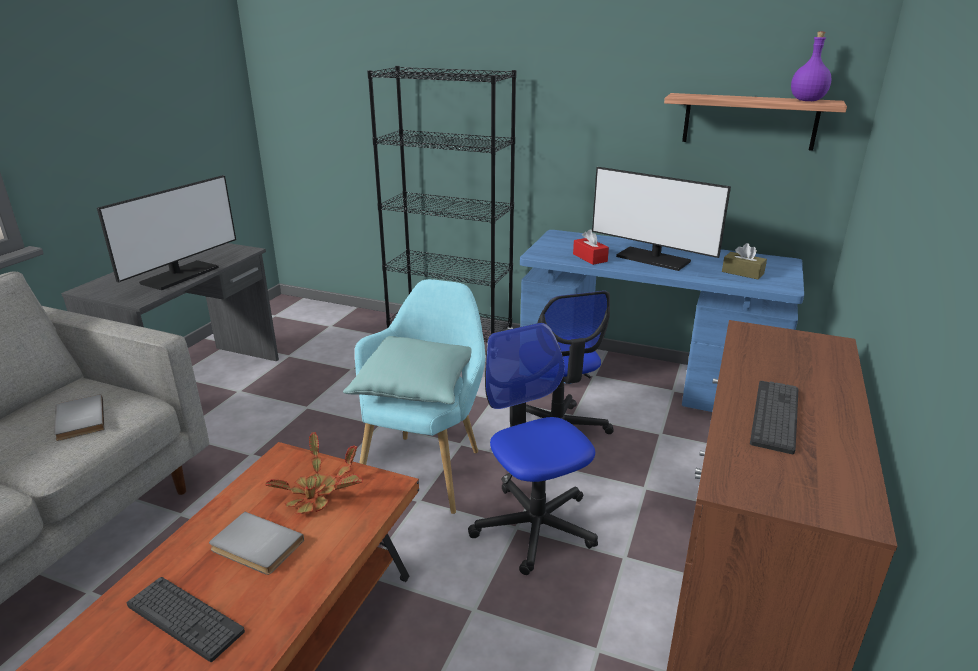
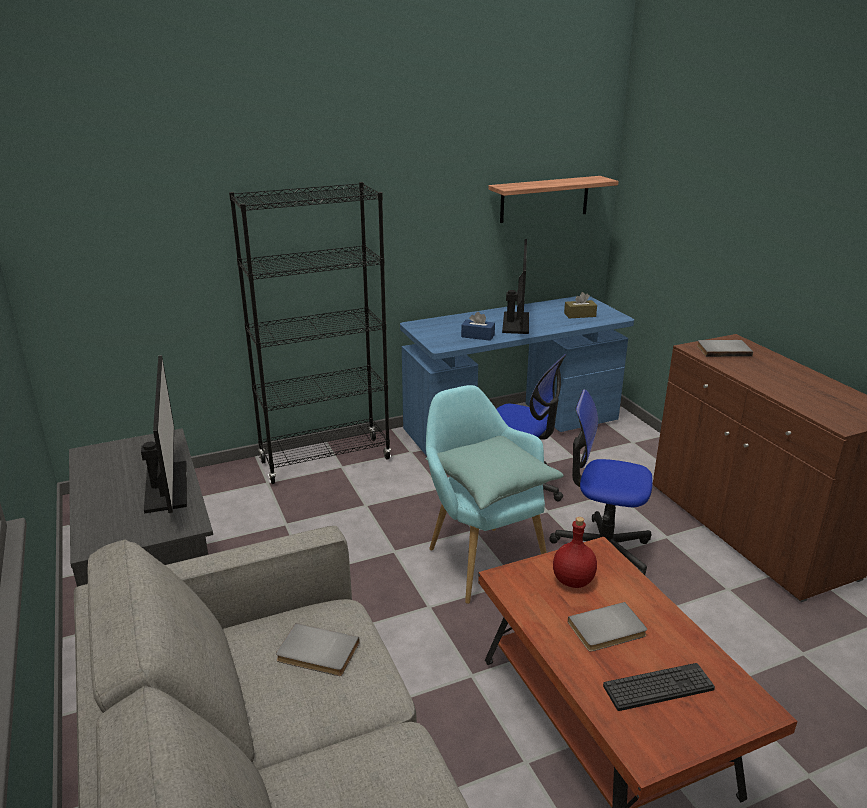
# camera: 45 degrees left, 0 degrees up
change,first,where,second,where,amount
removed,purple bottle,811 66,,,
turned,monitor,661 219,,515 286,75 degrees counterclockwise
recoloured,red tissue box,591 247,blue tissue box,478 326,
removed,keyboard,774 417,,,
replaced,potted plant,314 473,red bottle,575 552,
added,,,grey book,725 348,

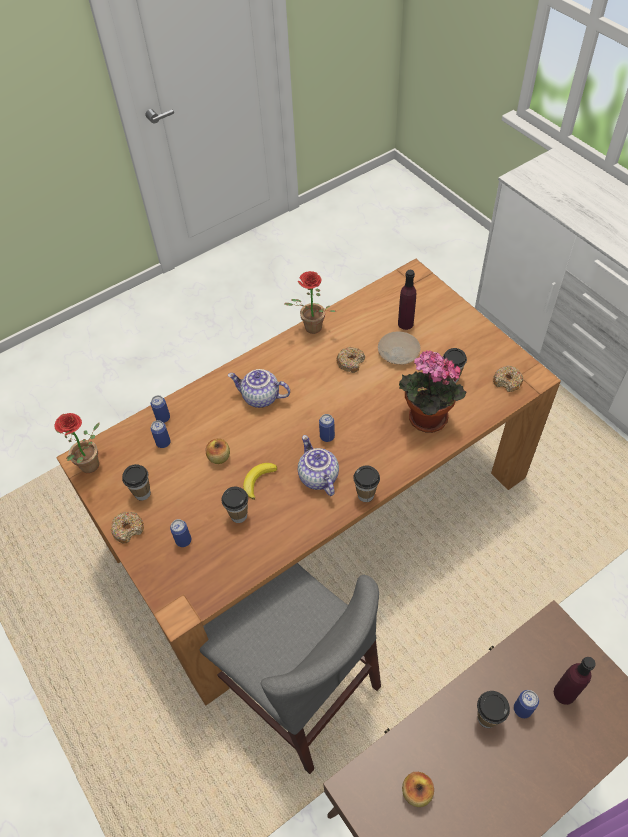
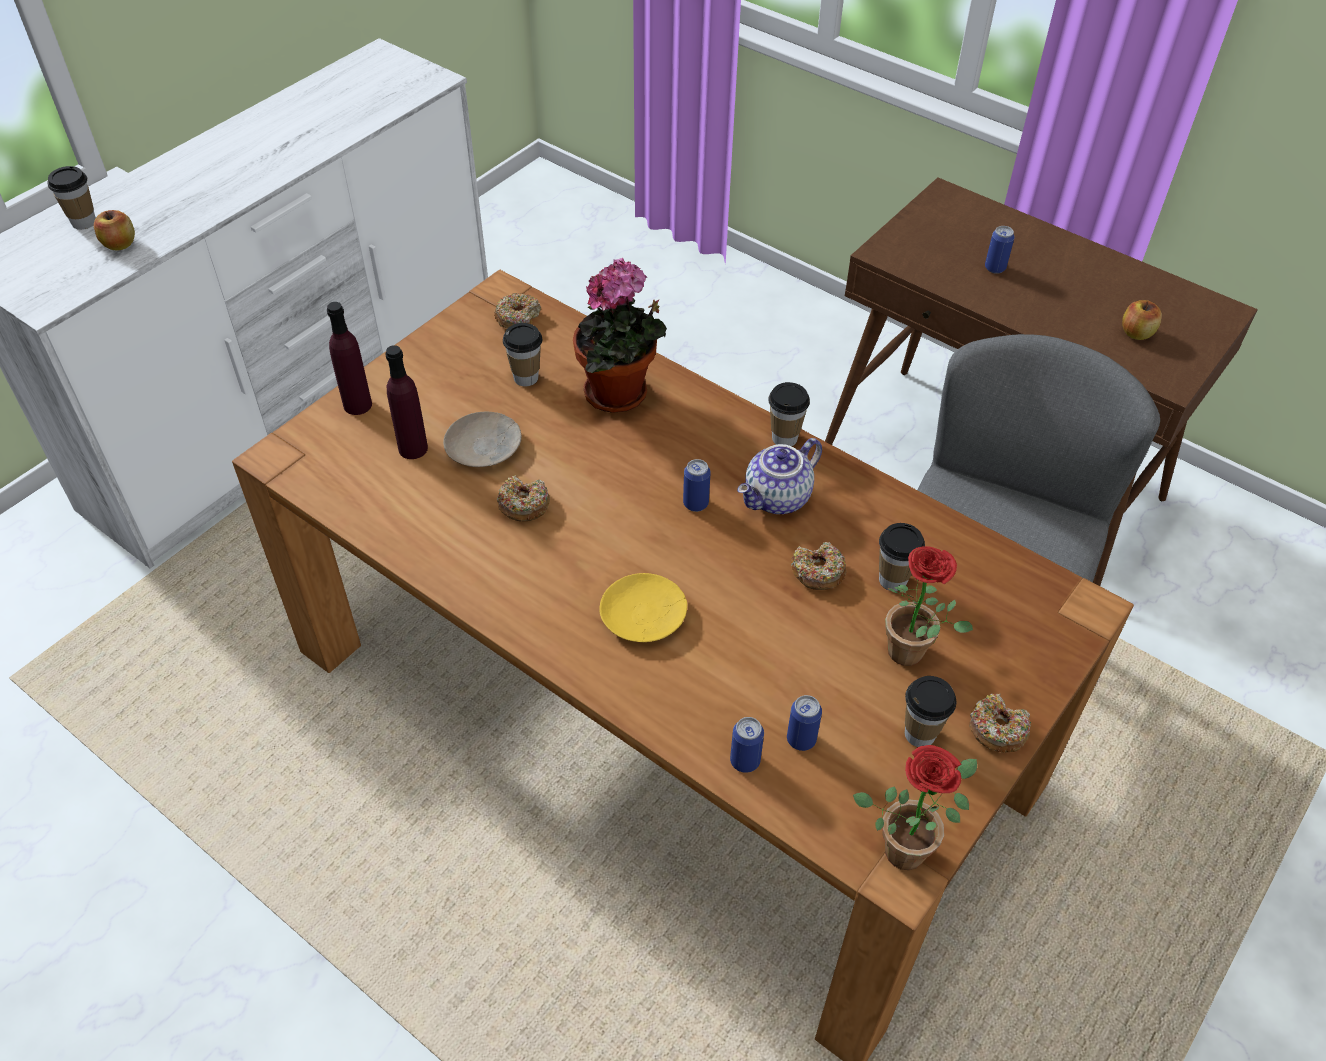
# camera: 110 degrees left, 5 degrees down
change,first,where,second,where,amount
moved,potted plant,310 302,,929 606,
replaced,teapot,259 388,yellow plate,643 607,
moved,apple,217 451,,114 230,
replaced,banana,260 481,donut,818 566,
removed,can,180 533,,,
moved,purple bottle,575 681,,349 358,
moved,cup,493 709,,72 198,

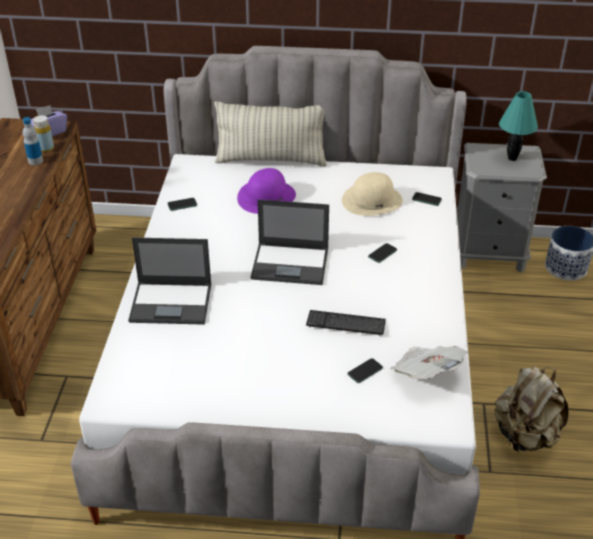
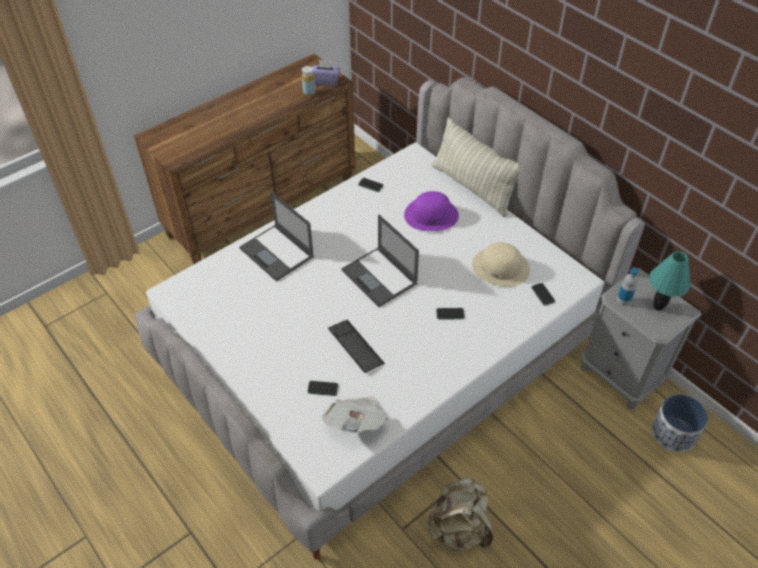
# camera: 45 degrees right, 10 degrees up
change,first,where,second,where,amount
moved,bottle,33 141,,627 286,

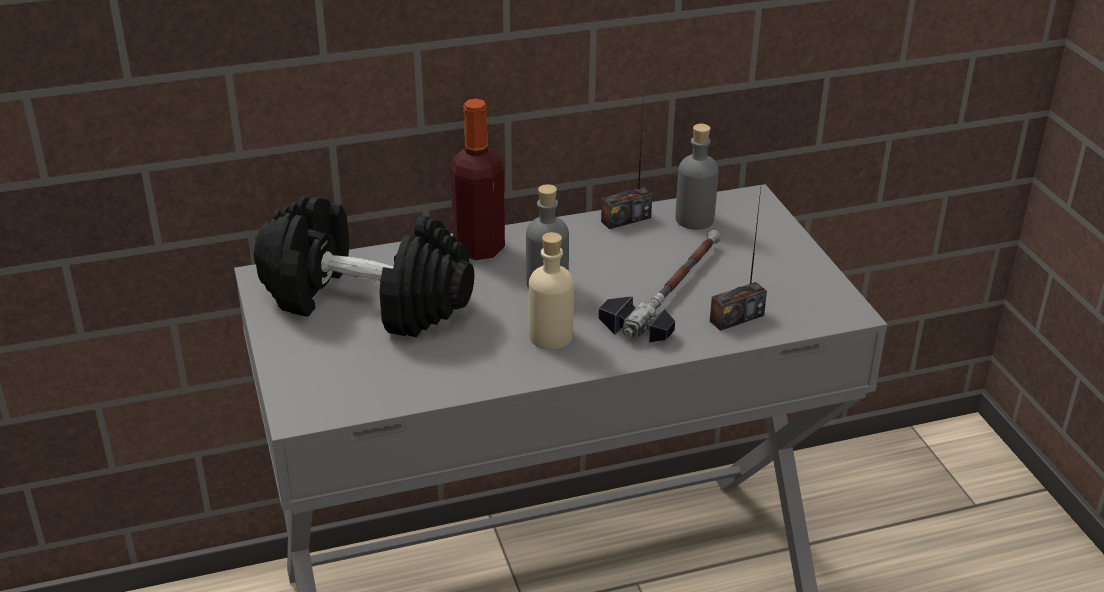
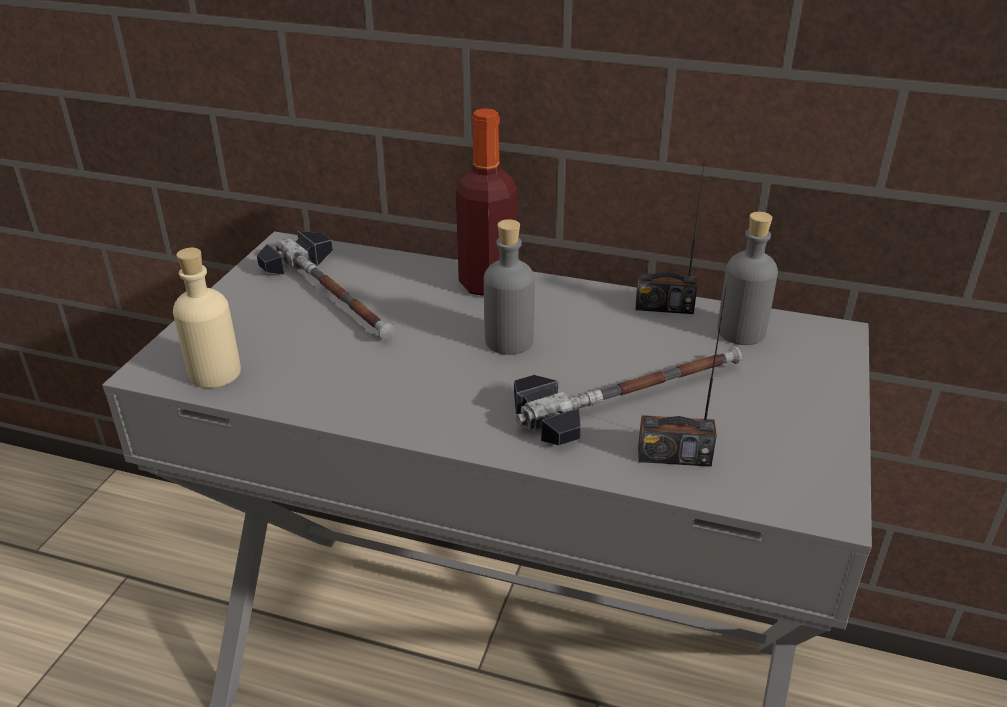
# camera: 35 degrees right, 0 degrees up
change,first,where,second,where,amount
replaced,black dumbbell,364 266,hammer,325 285,
moved,beige bottle,551 291,,207 318,

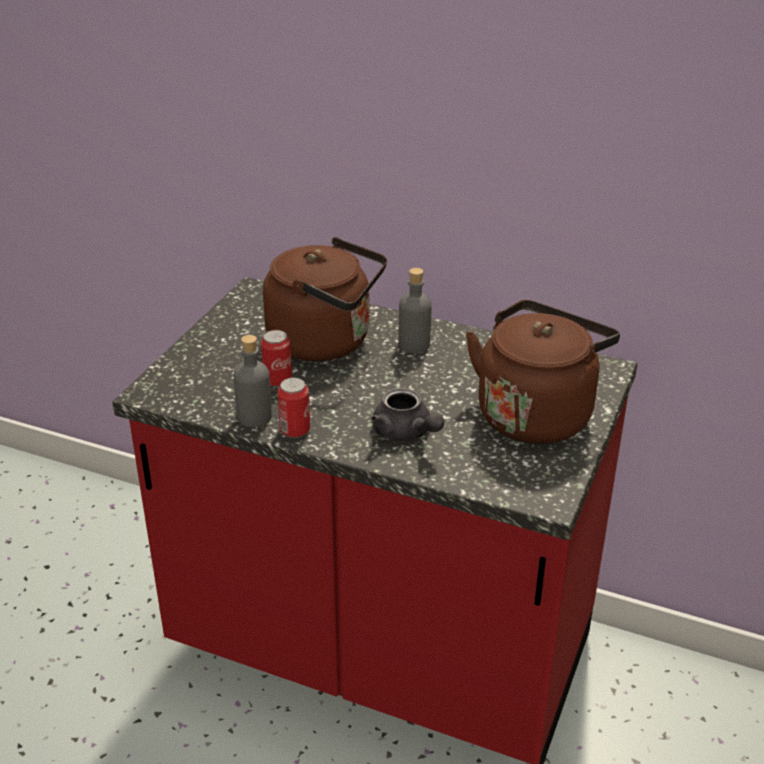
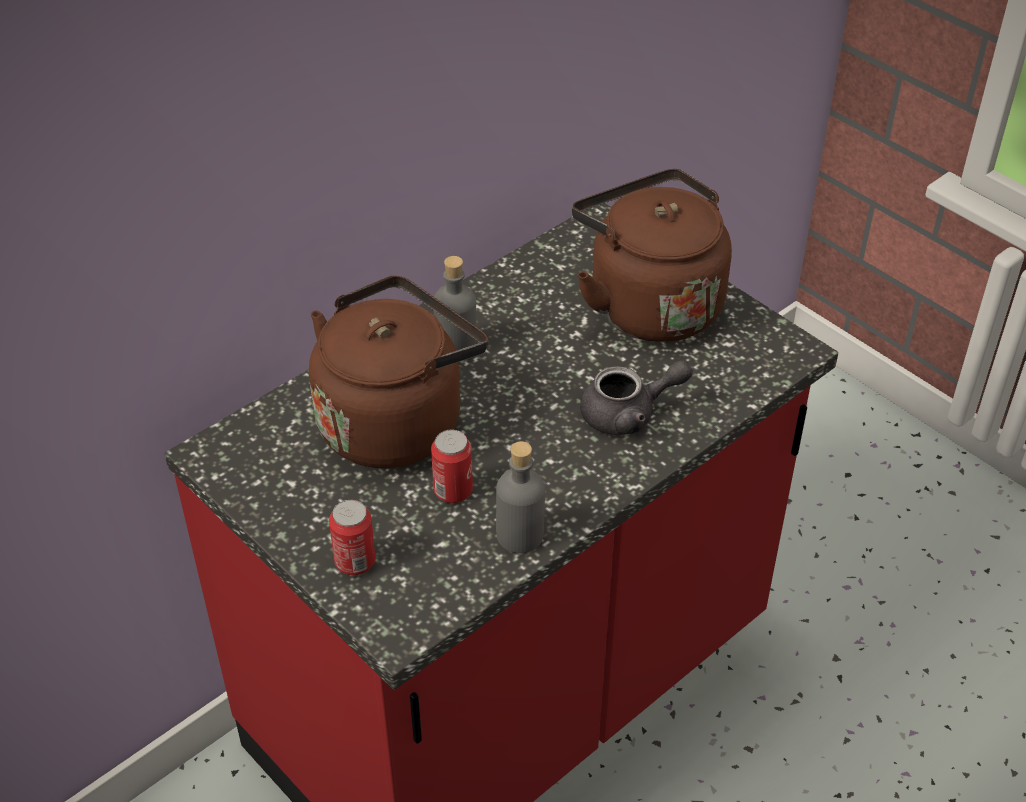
# camera: 65 degrees left, 10 degrees up
change,first,where,second,where,amount
moved,can,294 407,,352 537,

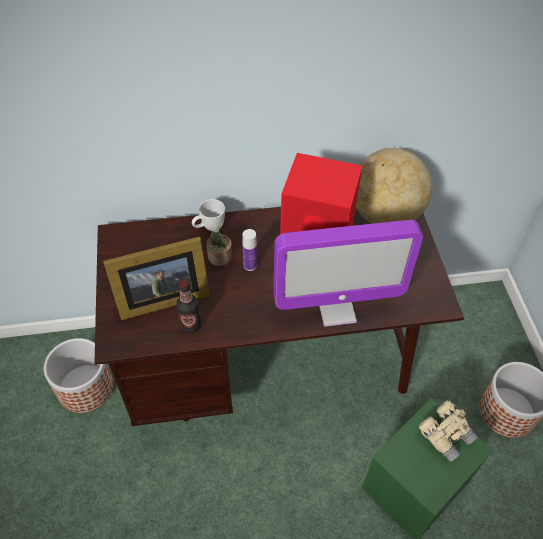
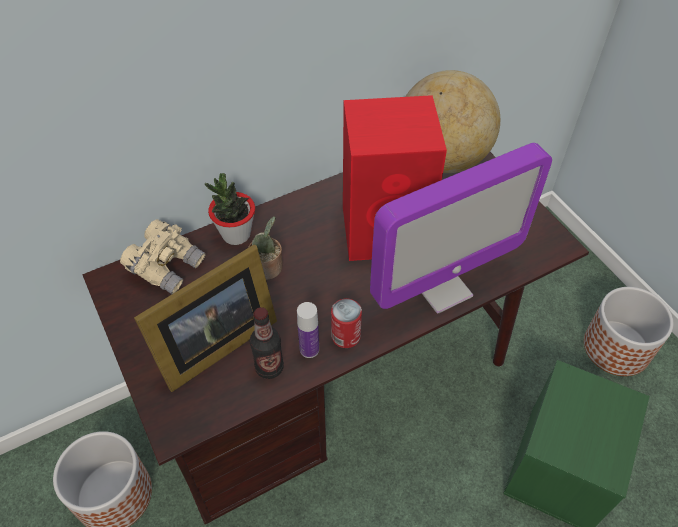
# camera: 20 degrees left, 0 degrees up
change,first,where,second,where,amount
replaced,white mug,208 215,potted plant,230 209,
moved,bottle,250 250,,308 330,
moved,beige binoculars,448 431,,163 256,
added,,,can,346 323,

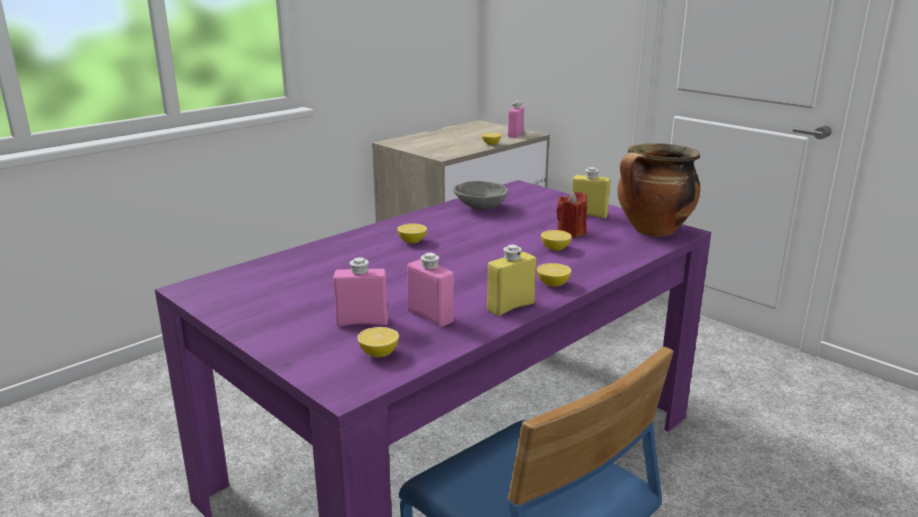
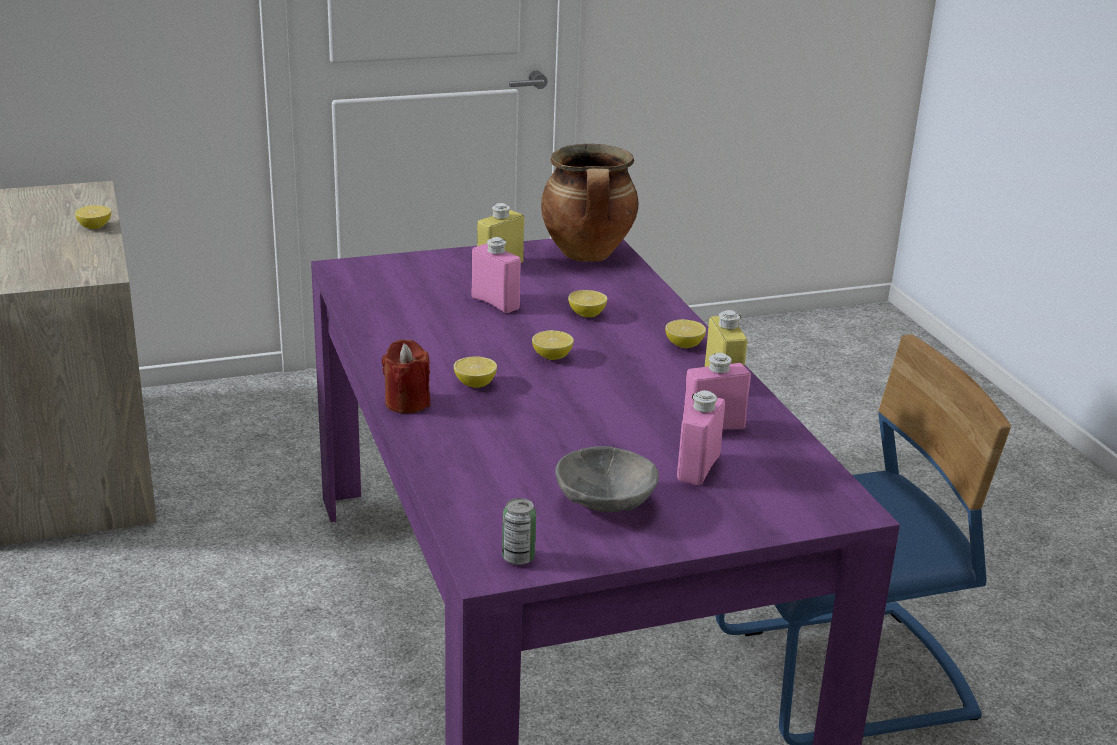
# camera: 65 degrees left, 5 degrees up
change,first,where,second,where,amount
moved,pink bottle,516 119,,496 275,
moved,grey bowl,481 195,,607 479,
moved,red candle,571 214,,406 376,
moved,lemon,378 342,,553 345,
added,,,can,519 531,

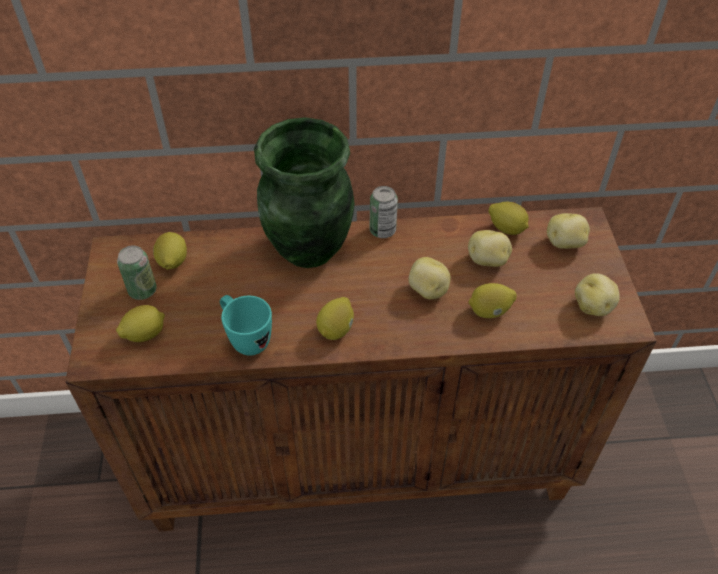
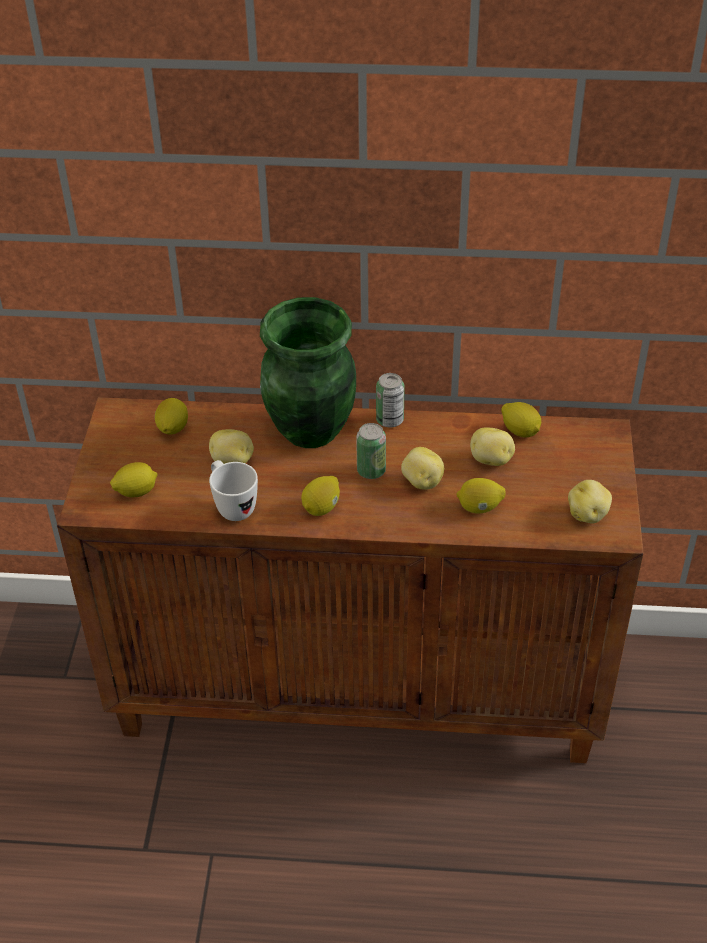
# camera: 10 degrees right, 5 degrees down
change,first,where,second,where,amount
moved,potato,568 231,,231 446,
moved,can,137 272,,371 451,
recoloured,turquoise mug,246 325,white mug,233 490,

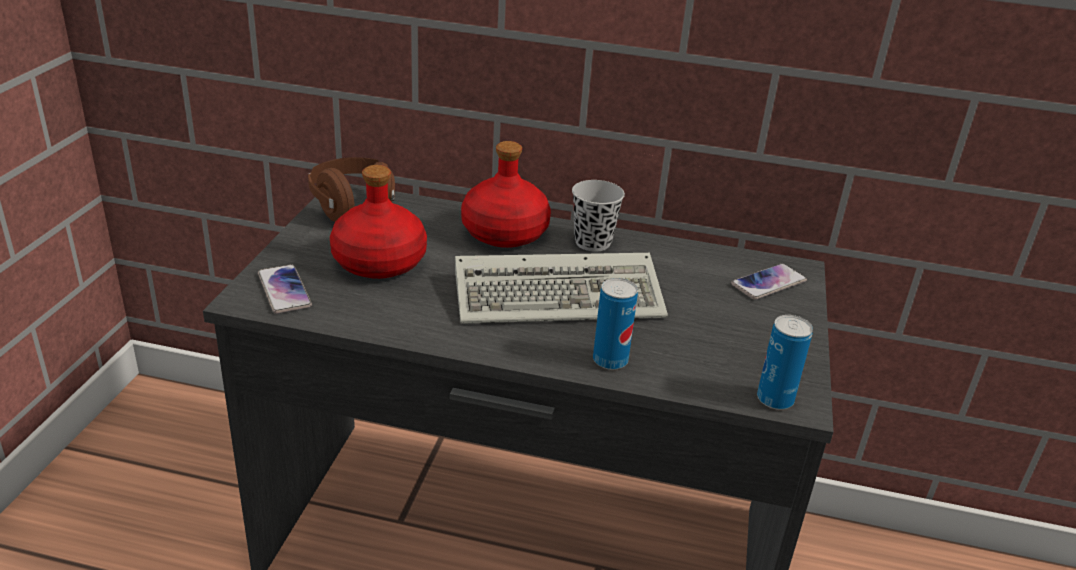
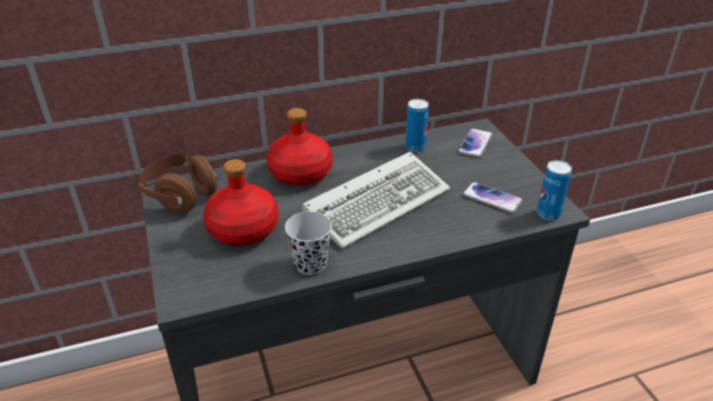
# camera: 30 degrees left, 5 degrees up
change,first,where,second,where,amount
moved,black cup,598 216,,308 243,
moved,phone,285 289,,493 197,
moved,can,615 324,,417 125,

